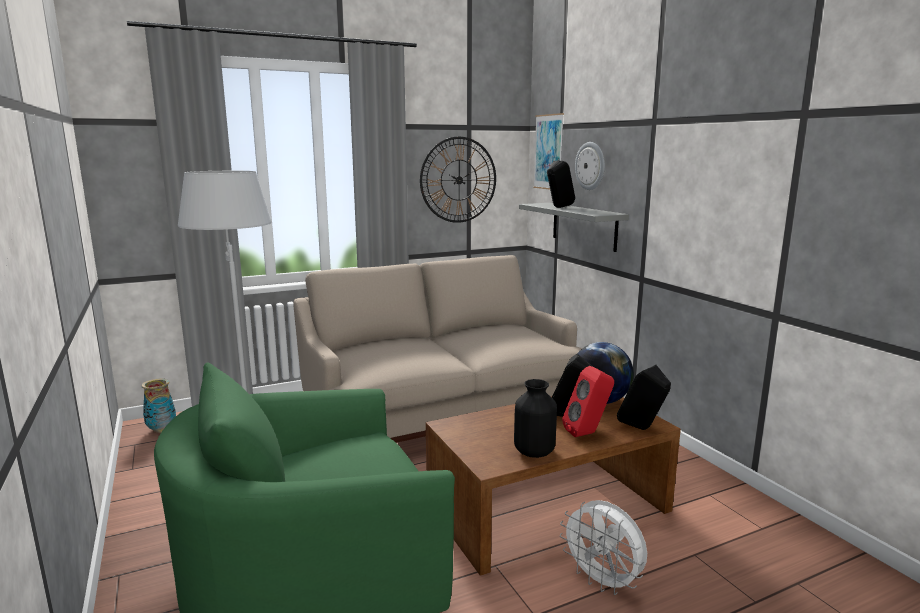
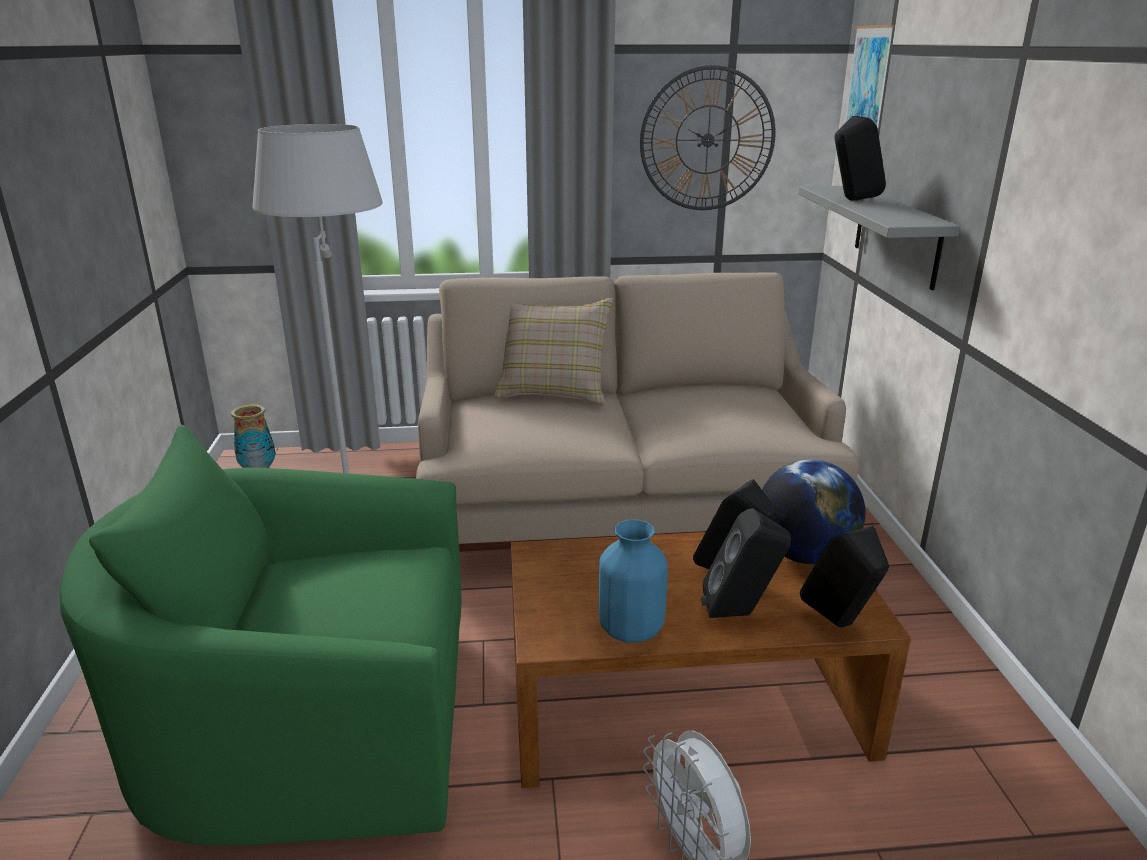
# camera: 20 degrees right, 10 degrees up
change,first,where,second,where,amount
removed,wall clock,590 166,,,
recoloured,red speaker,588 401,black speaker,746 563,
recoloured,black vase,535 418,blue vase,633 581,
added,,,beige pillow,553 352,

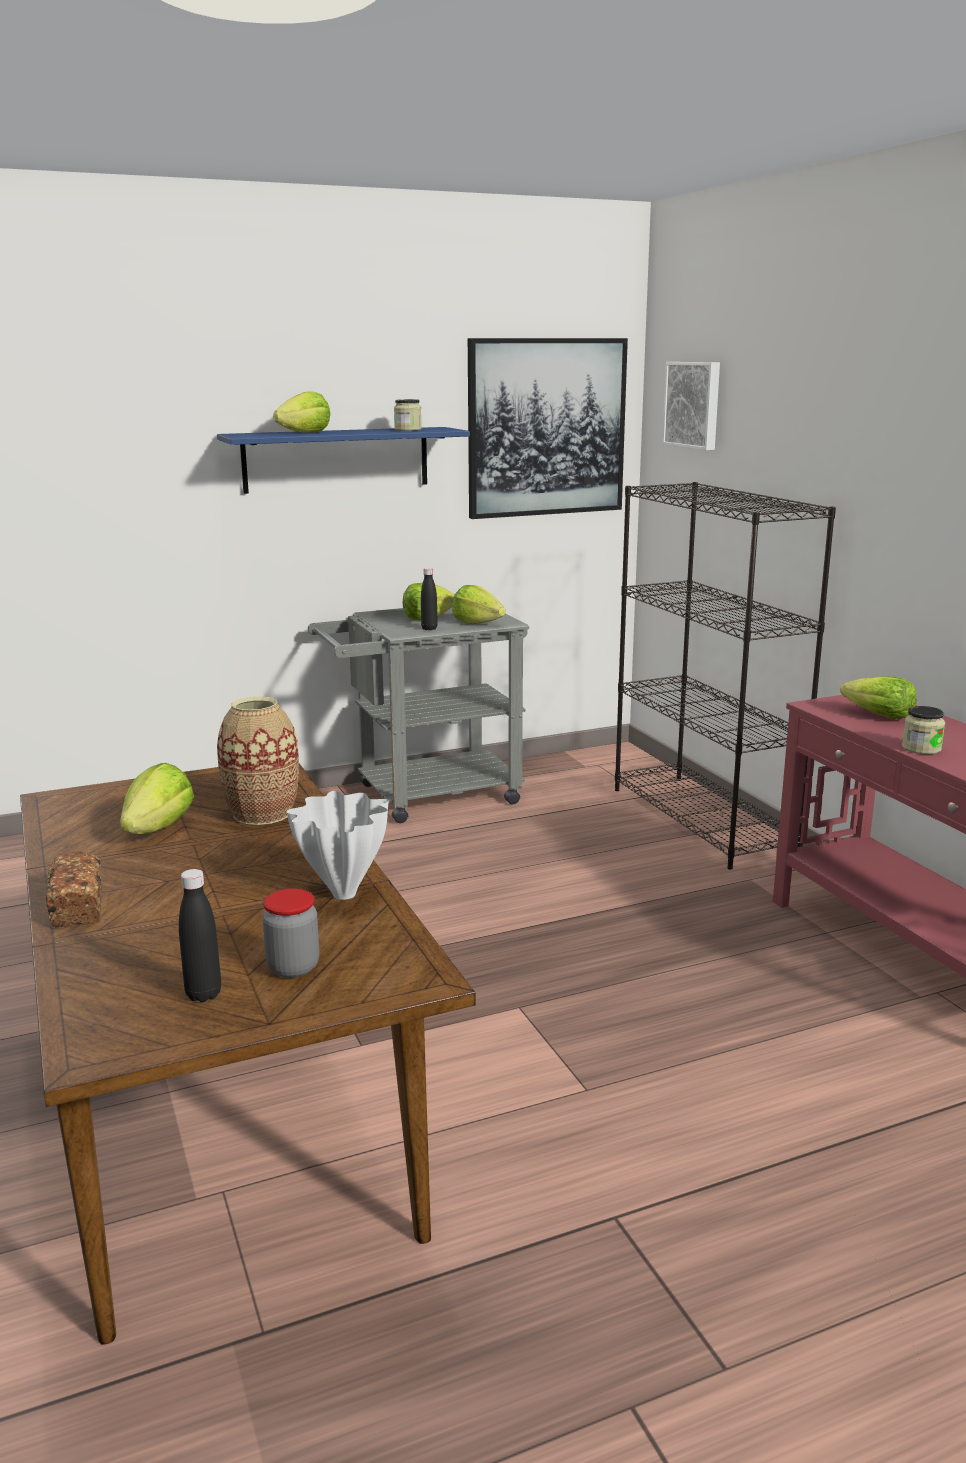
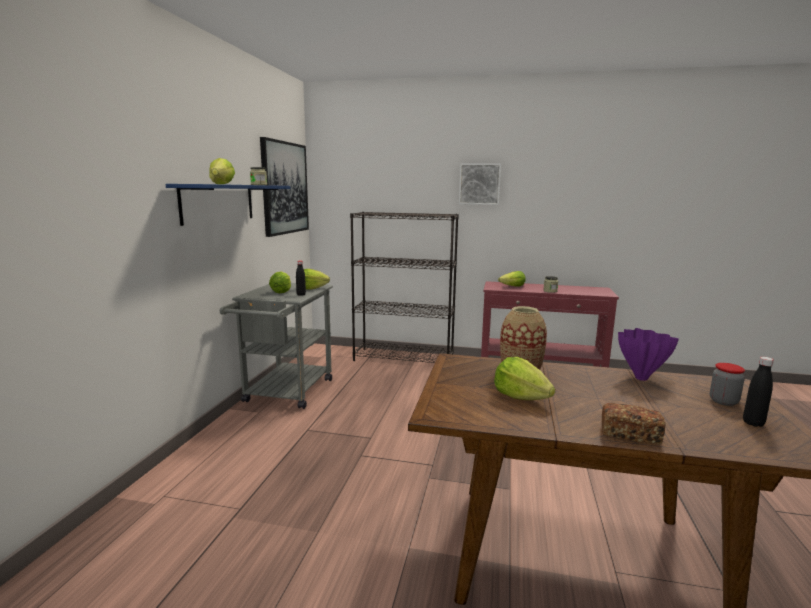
# camera: 55 degrees left, 5 degrees down
change,first,where,second,where,amount
moved,picture,691 406,,480 184,
recoloured,white vase,338 845,purple vase,648 354,

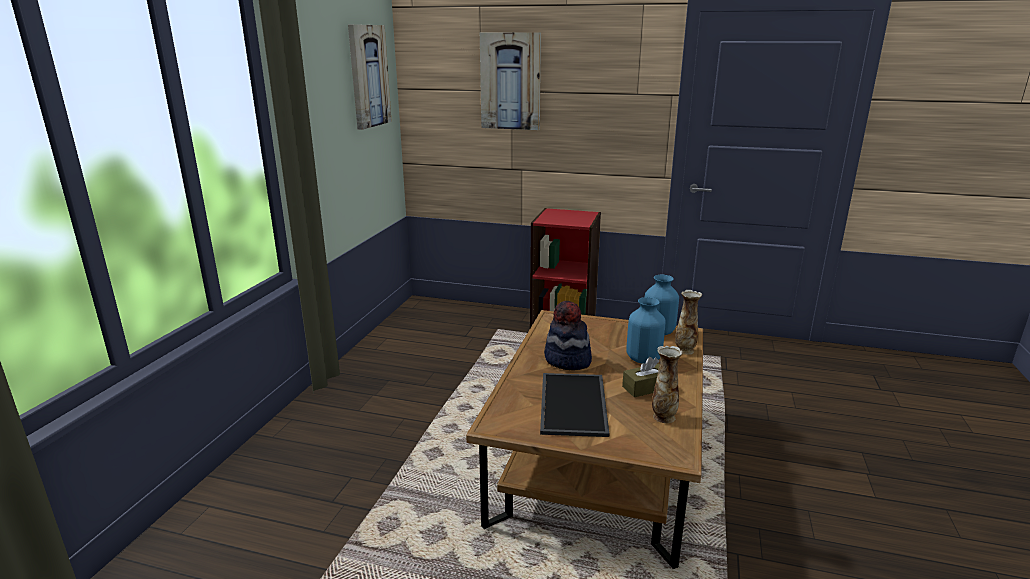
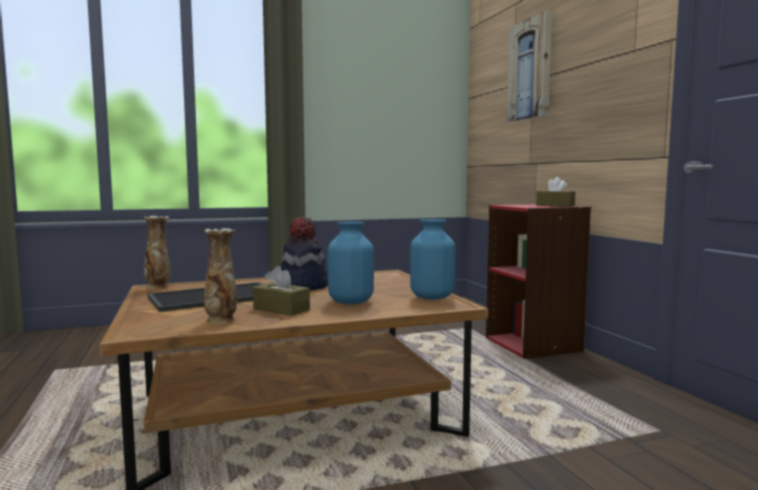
# camera: 55 degrees right, 15 degrees down
change,first,where,second,where,amount
removed,picture,370 77,,,
moved,vase,688 322,,157 252,
added,,,brown tissue box,555 192,

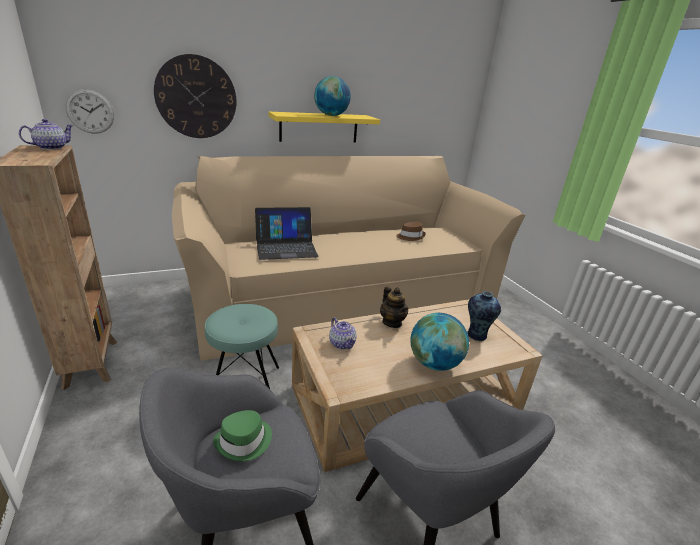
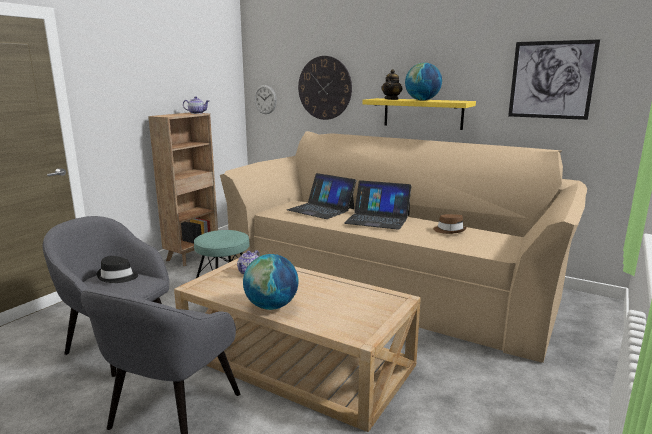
# camera: 55 degrees right, 10 degrees down
change,first,where,second,where,amount
moved,teapot,394 307,,391 84,
removed,vase,484 316,,,
recoloured,green hat,242 435,black hat,117 269,
added,,,picture,554 79,
added,,,laptop,377 205,

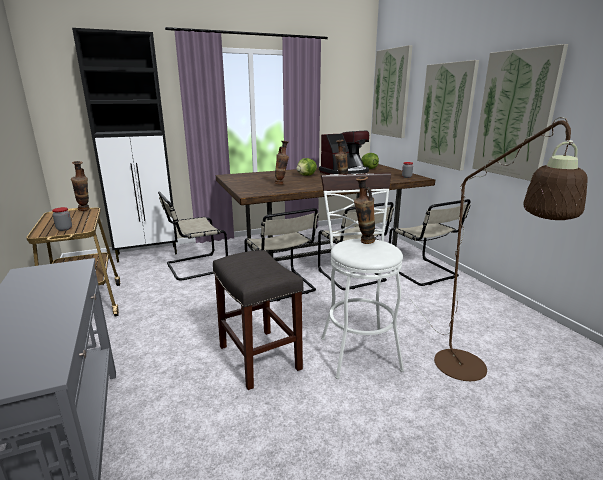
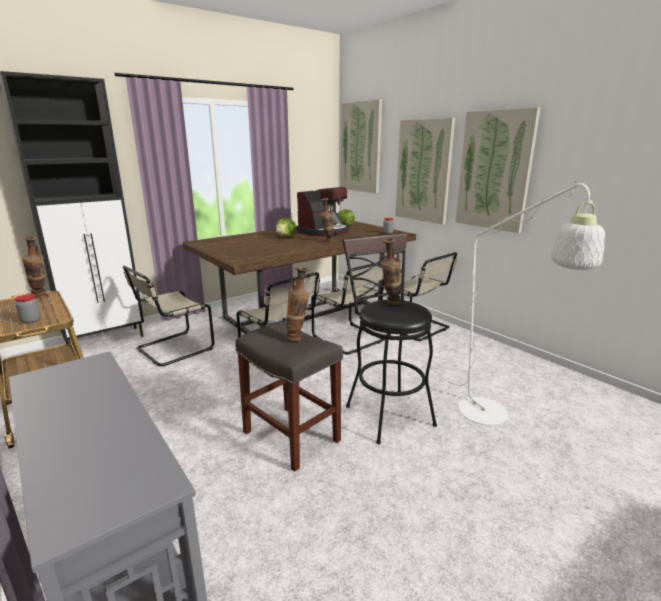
# camera: 15 degrees left, 0 degrees up
change,first,where,second,where,amount
recoloured,brown floor lamp,498 249,white floor lamp,509 302,
moved,vase,281 163,,298 304,
recoloured,white stool,362 275,black stool,389 338,

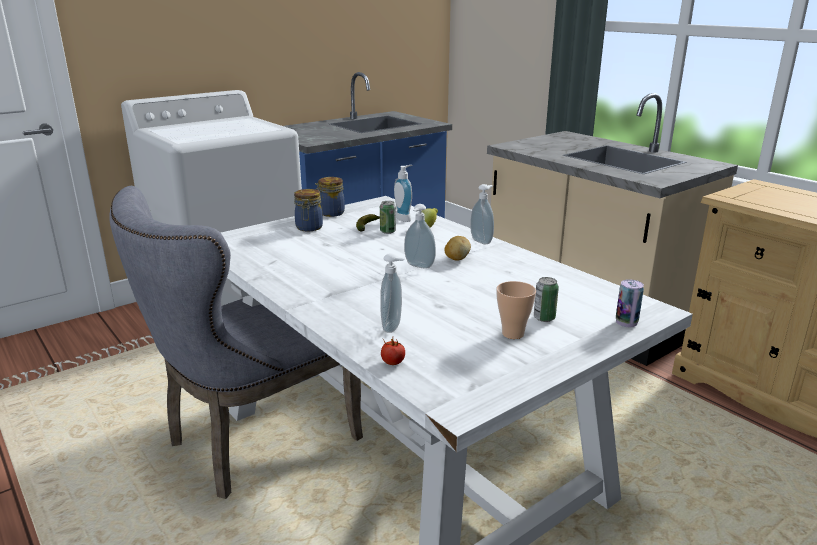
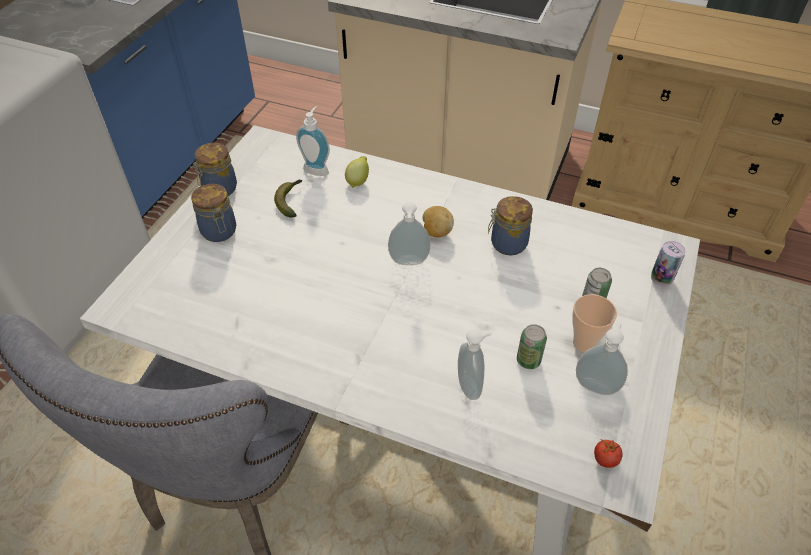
# camera: 30 degrees left, 25 degrees up
change,first,where,second,where,amount
moved,soap dispenser,482 214,,602 359,
moved,can,388 217,,532 346,
moved,tomato,393 351,,608 453,
added,,,jar,510 226,

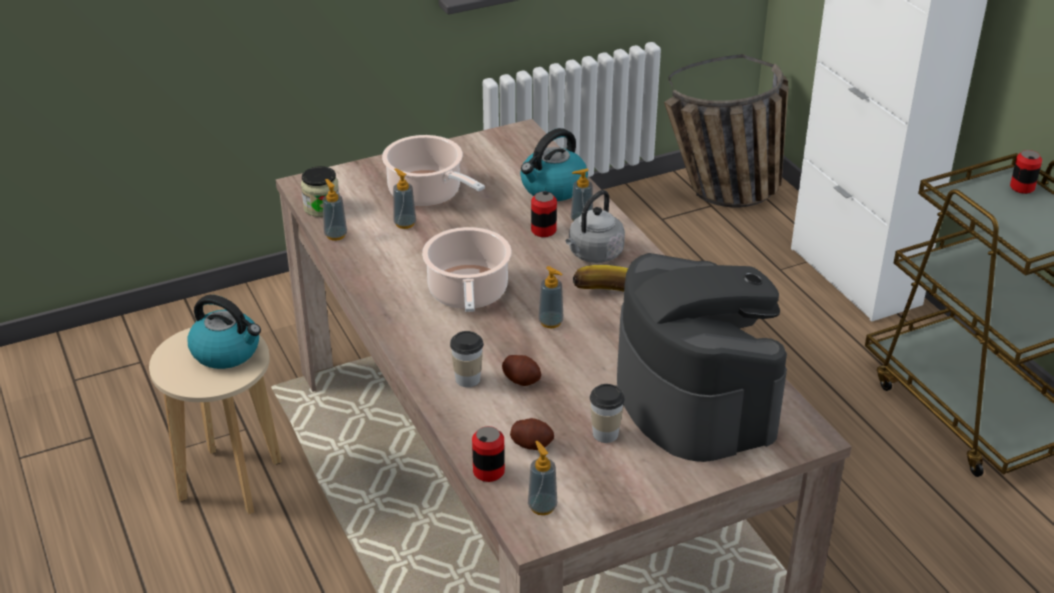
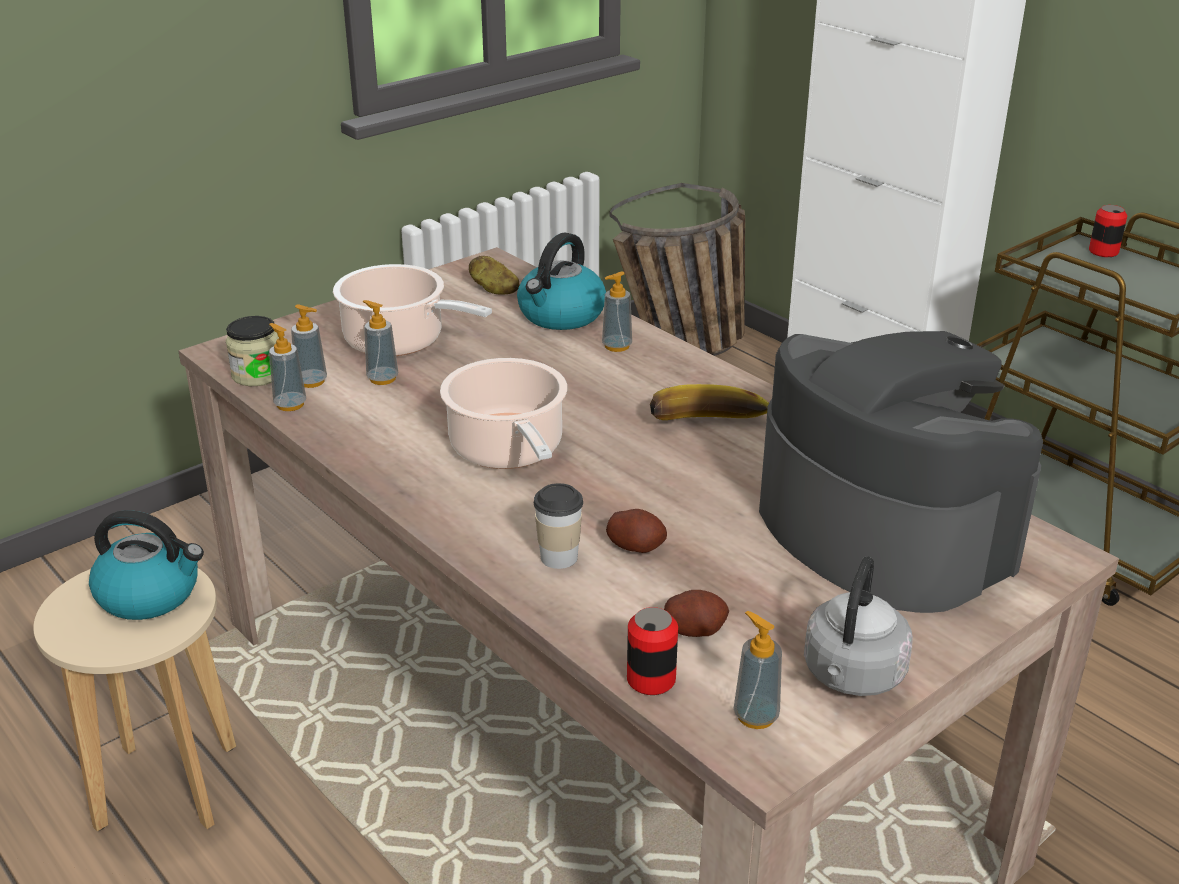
# camera: 15 degrees left, 5 degrees down
change,first,where,second,where,amount
moved,grey kettle,595 226,,858 626,
removed,can,544 214,,,
moved,soap dispenser,551 297,,309 346,
removed,cup,607 413,,,
added,,,potato,494 275,

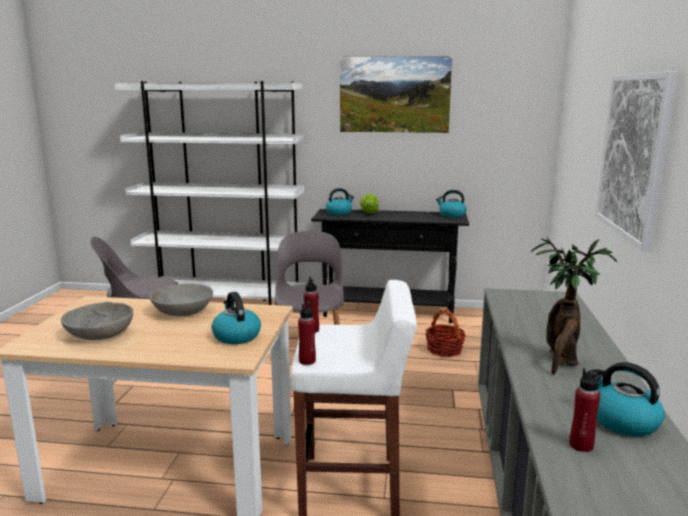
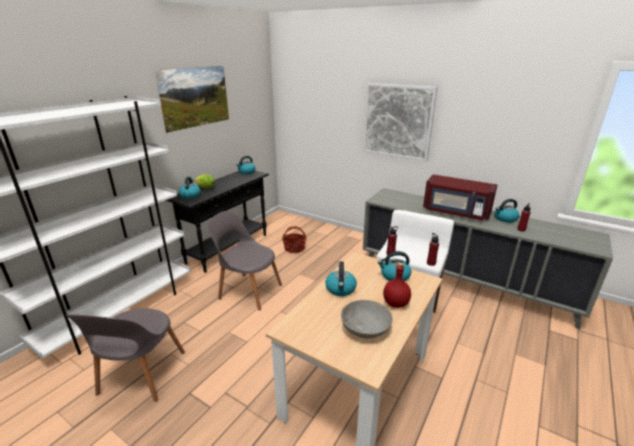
# camera: 65 degrees left, 10 degrees up
change,first,where,second,where,amount
replaced,potted plant,574 306,red microwave,460 197,
replaced,grey bowl,181 300,kettle,341 279,
added,,,red bottle,397 285,

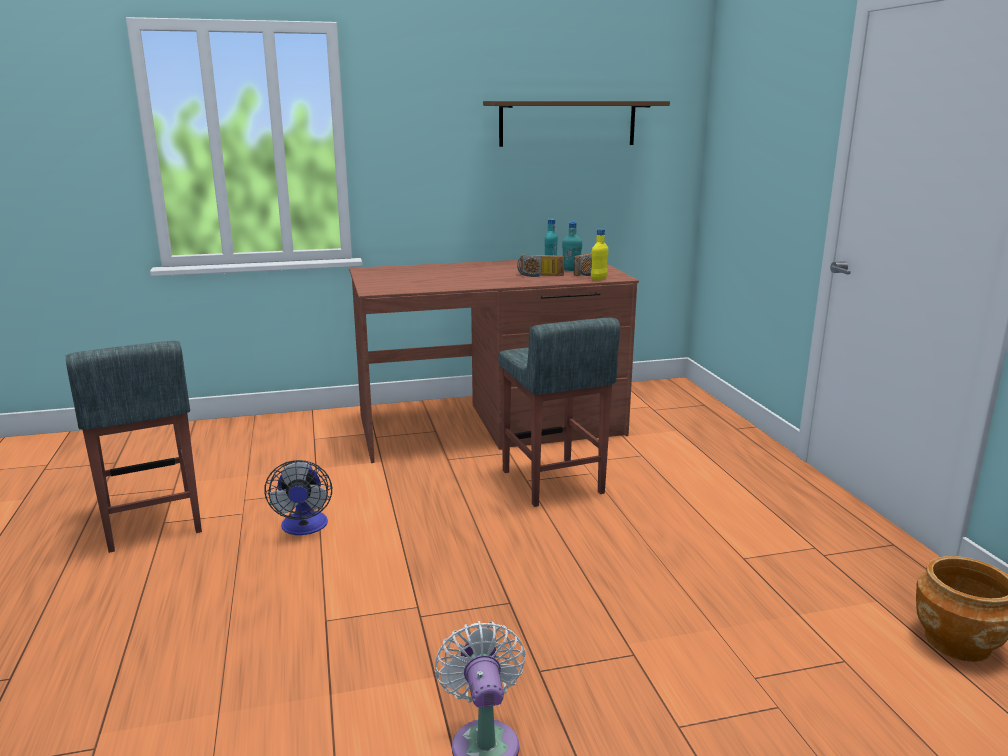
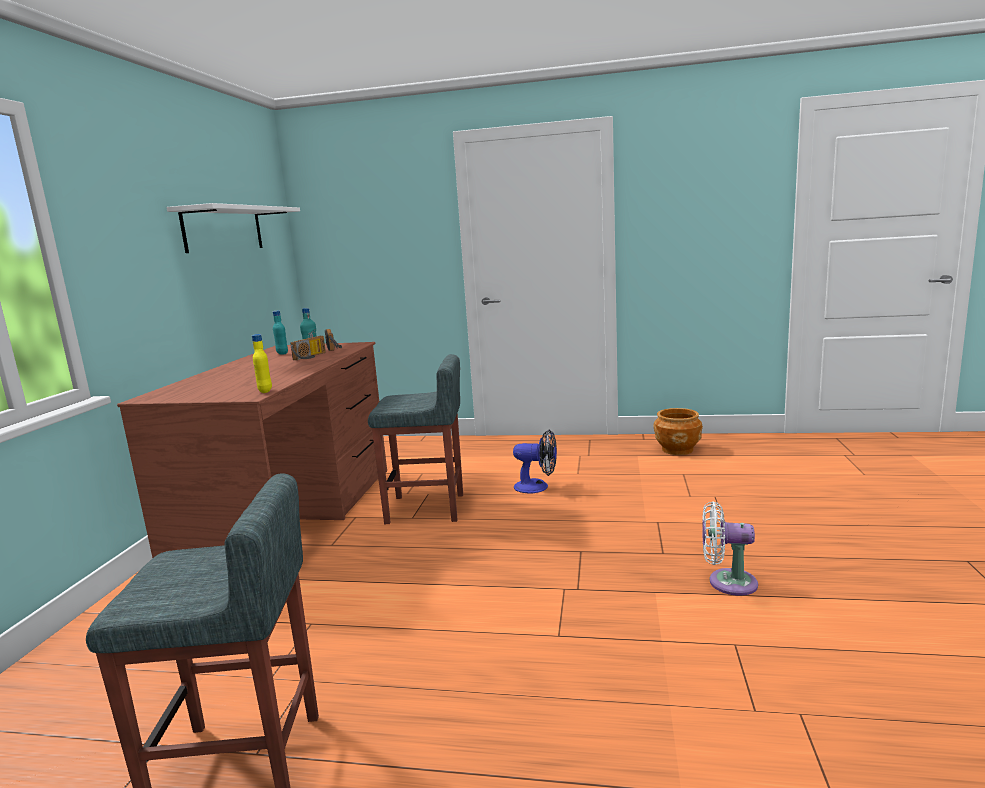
# camera: 65 degrees left, 5 degrees down
change,first,where,second,where,amount
recoloured,brown shelf,576 124,white shelf,233 228,
moved,yellow bottle,599 255,,262 363,
moved,fan,298 497,,535 462,

